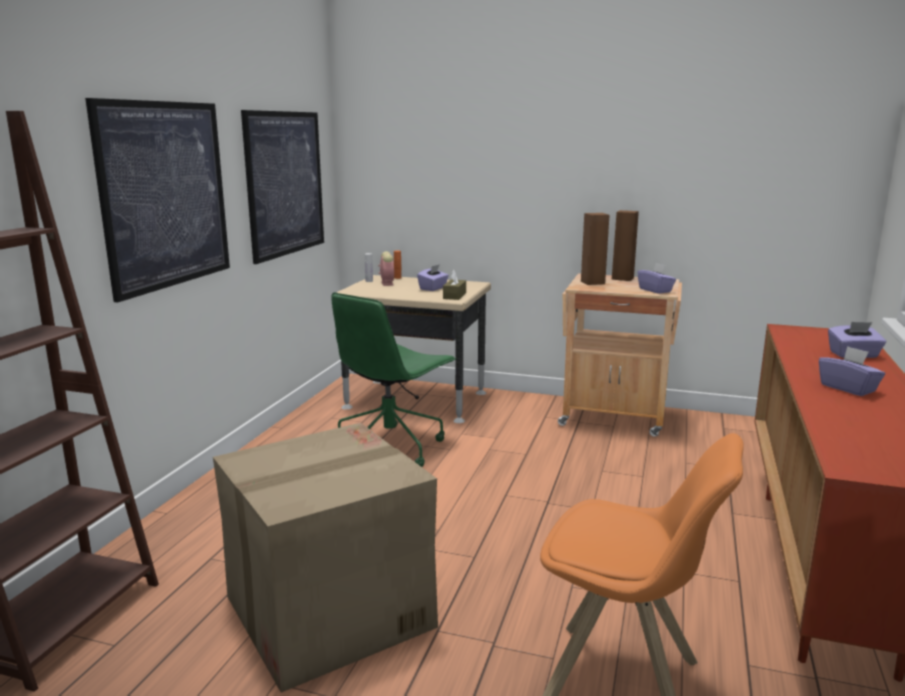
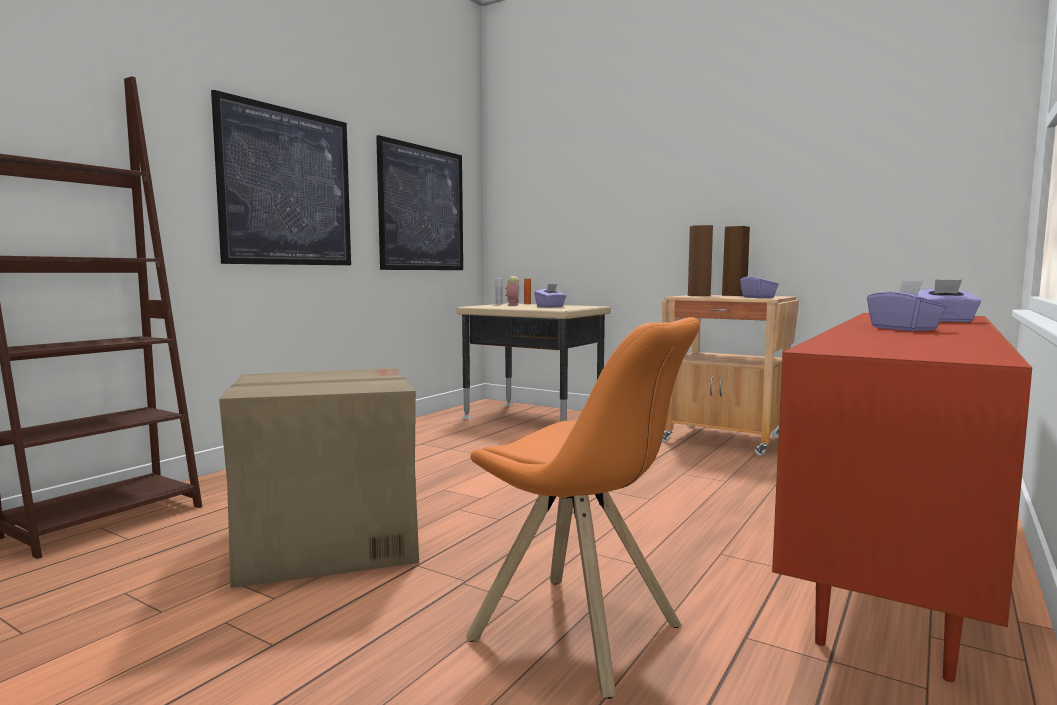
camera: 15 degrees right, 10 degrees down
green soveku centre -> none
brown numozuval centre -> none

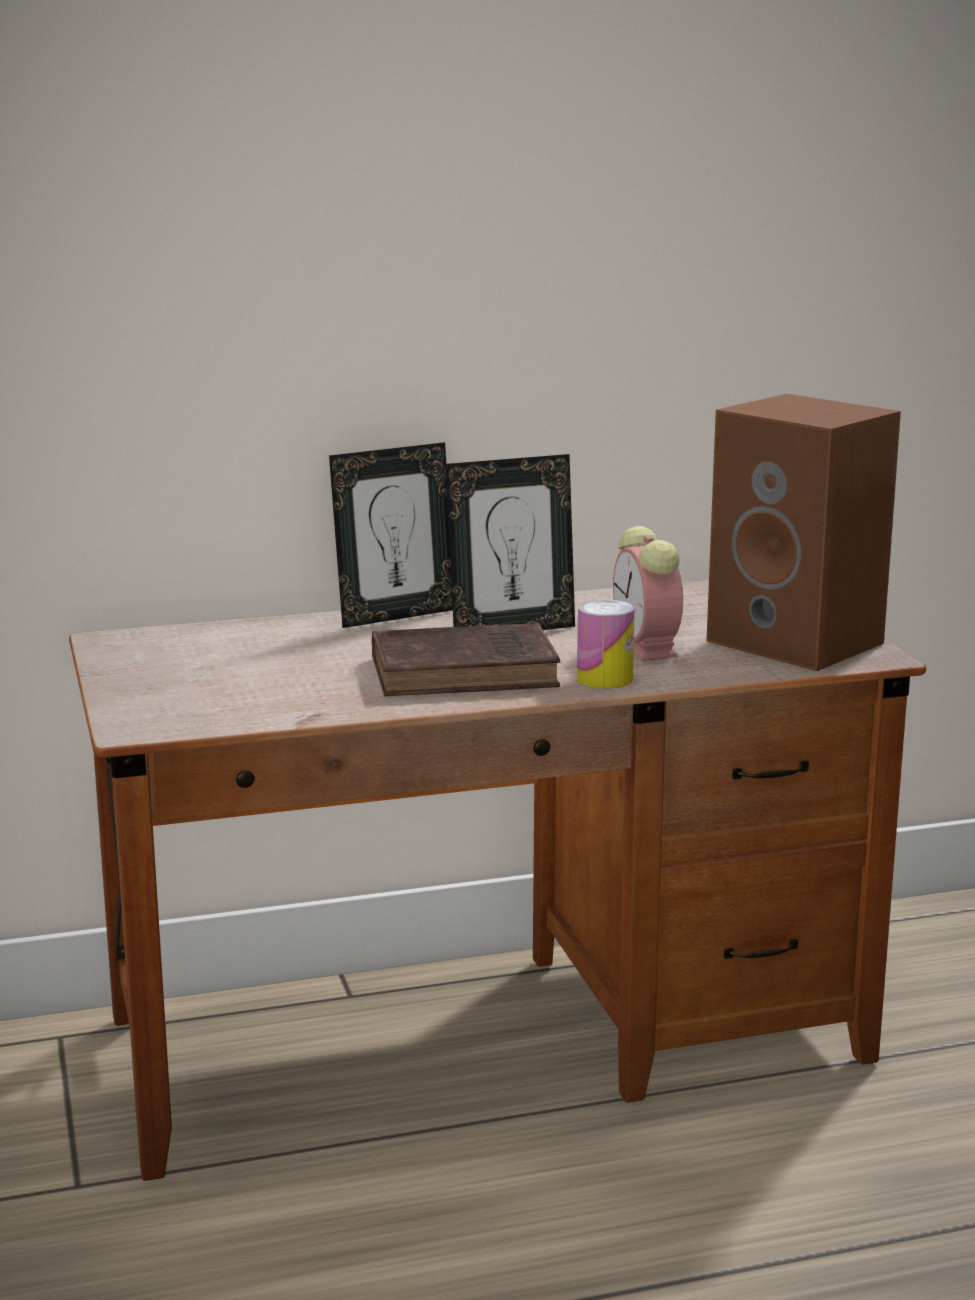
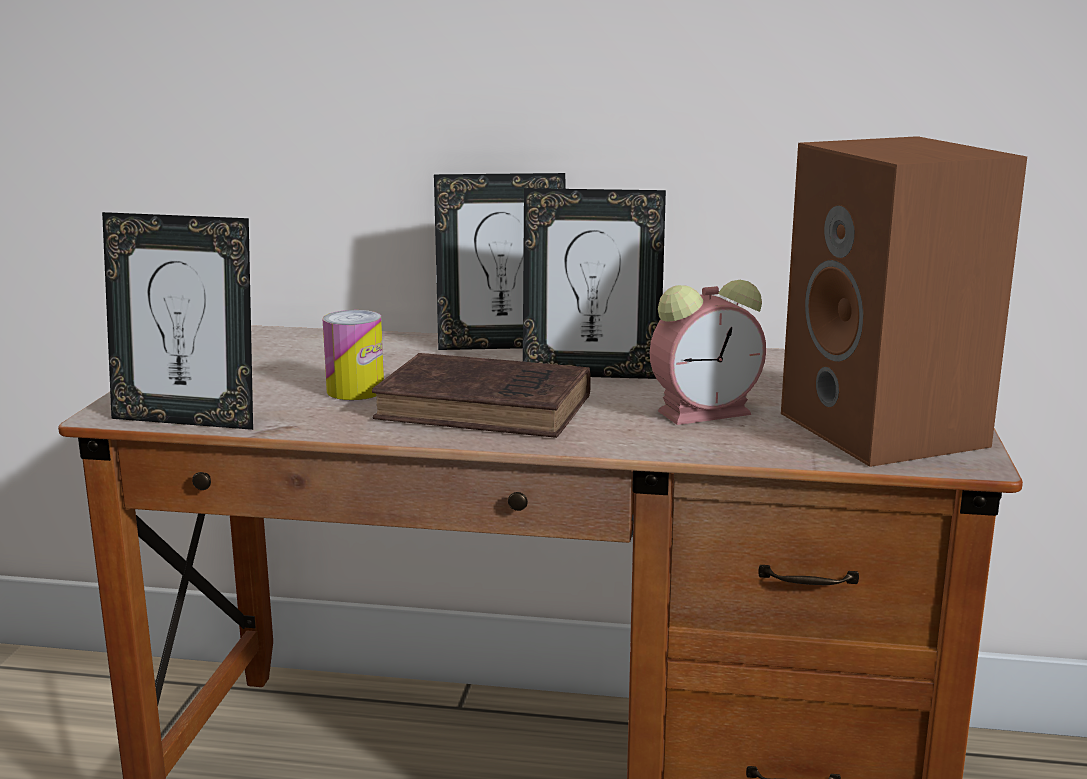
camera: 25 degrees right, 0 degrees up
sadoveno centre -> sadoveno middle left, relocated
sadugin centre, 120 degrees counterclockwise
none -> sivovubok (no. 1 from left) middle left

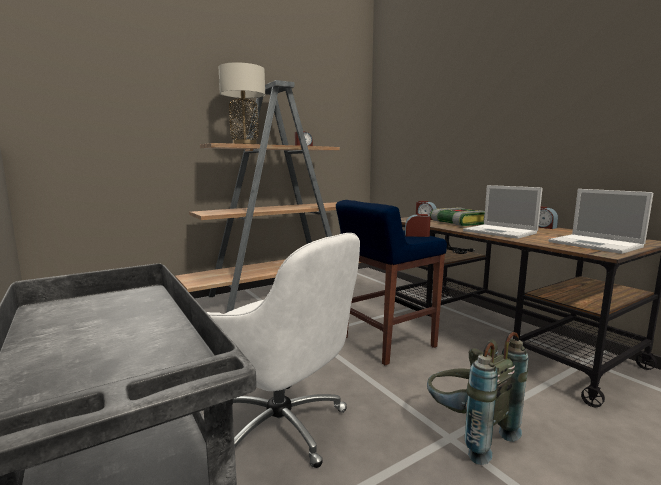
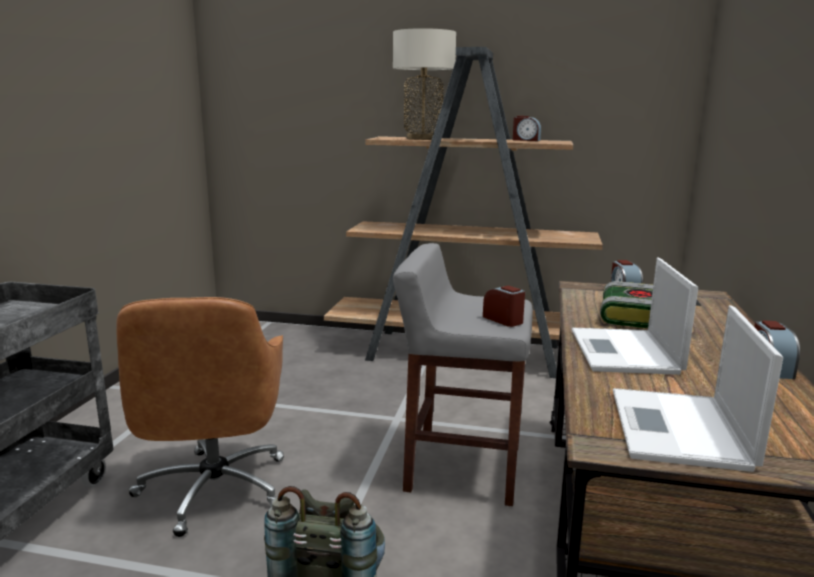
camera: 45 degrees right, 5 degrees up
white soveku bottom centre -> brown soveku bottom left
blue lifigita centre -> grey lifigita centre

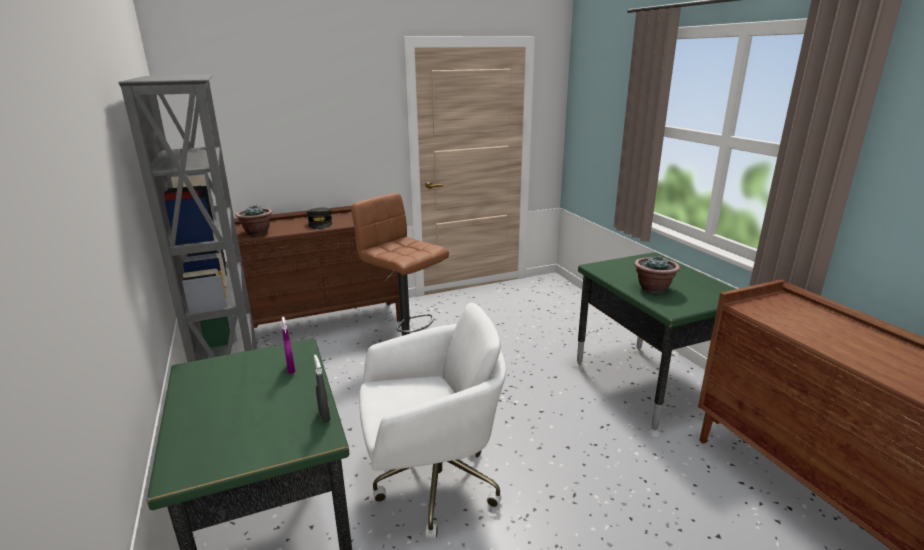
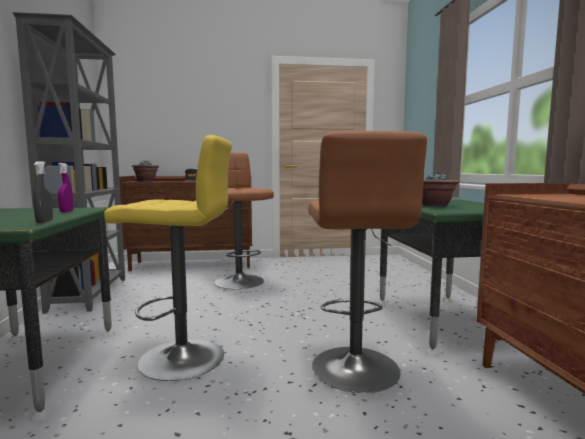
camera: 15 degrees right, 15 degrees down
white soveku bottom centre -> yellow lifigita middle left
none -> brown lifigita (no. 2 from left) centre

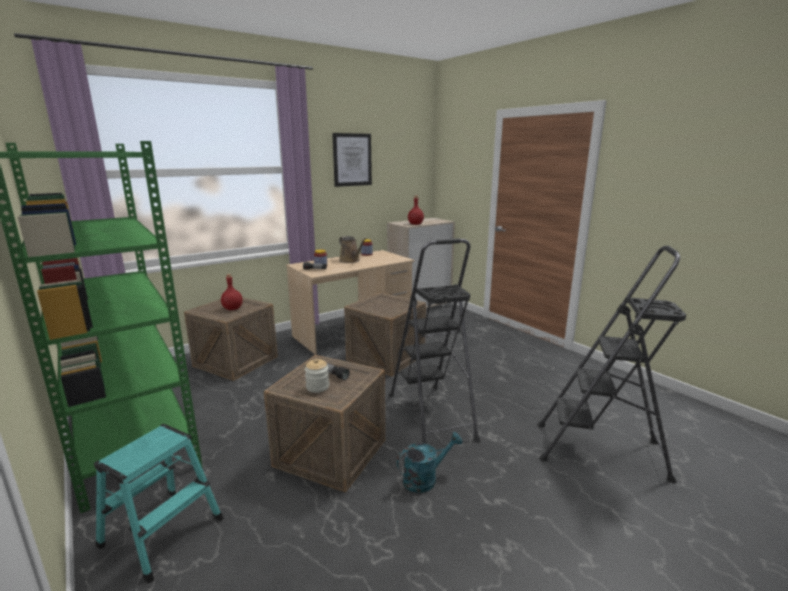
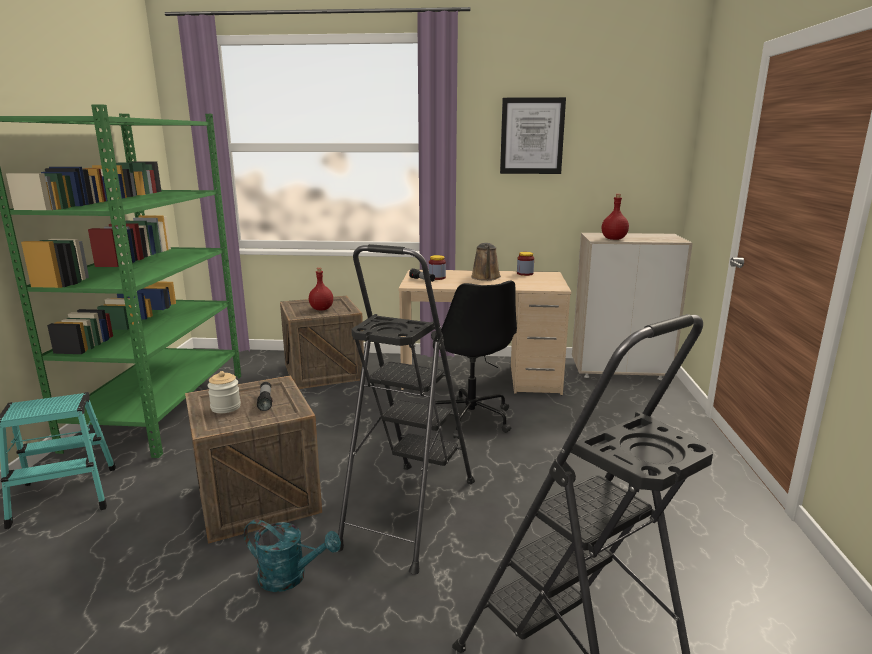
camera: 40 degrees right, 0 degrees up
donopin (no. 3 from left) centre -> black soveku centre

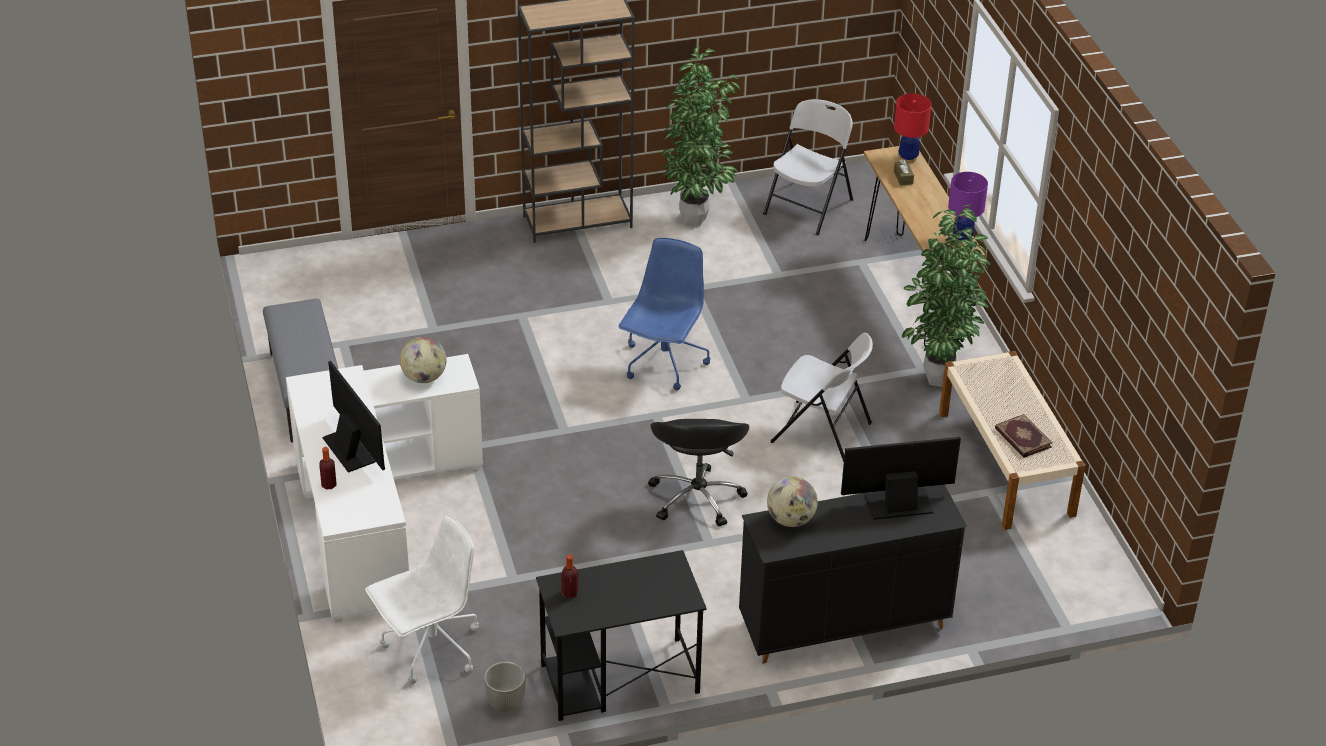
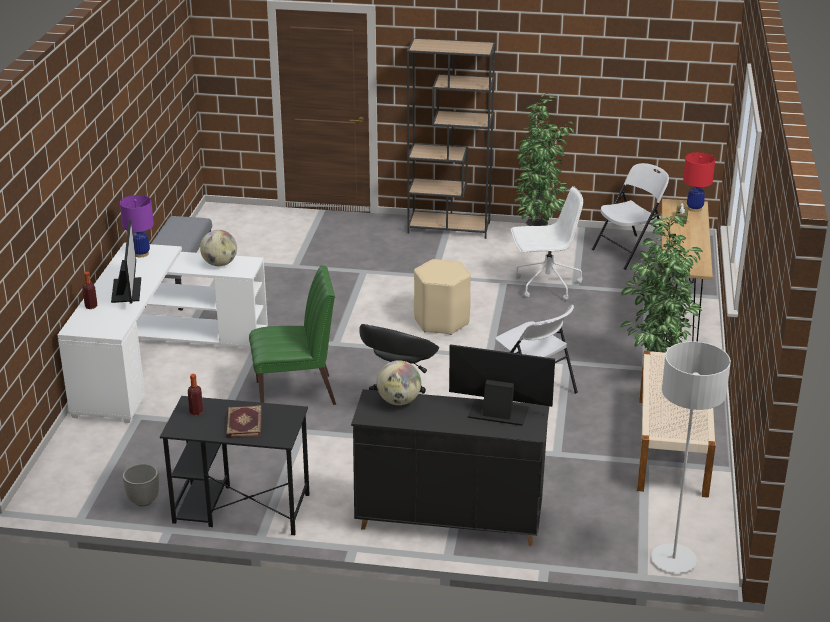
camera: 25 degrees right, 10 degrees down
white soveku bottom left -> white soveku centre, relocated
blue soveku centre -> beige lifigita centre
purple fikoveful top right -> purple fikoveful middle left, relocated
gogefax middle right -> gogefax bottom left, relocated
none -> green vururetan centre
none -> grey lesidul bottom right

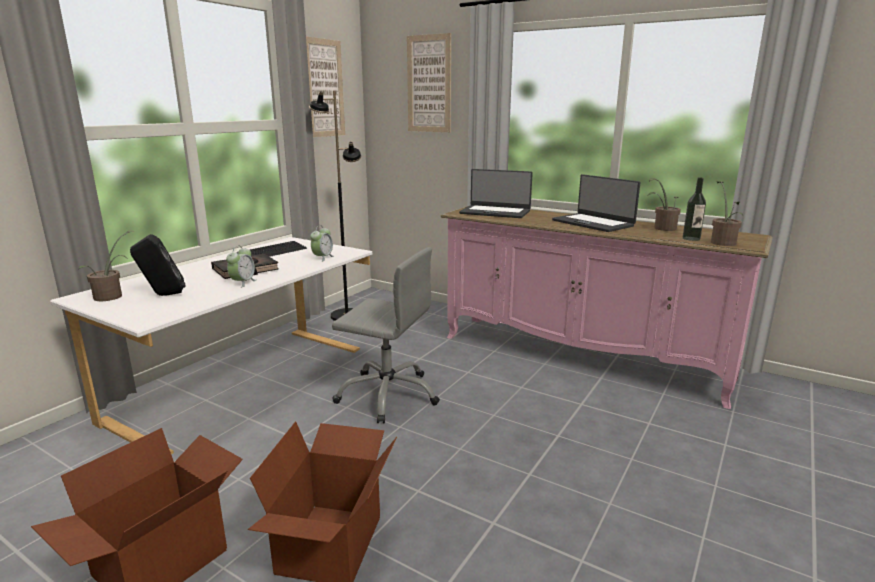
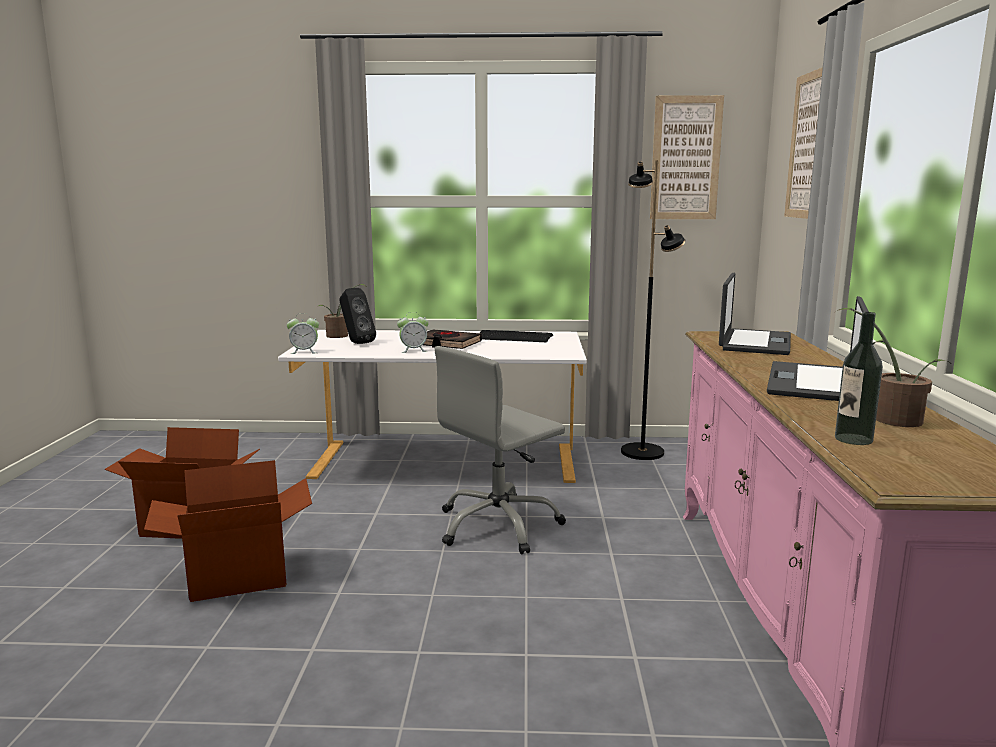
camera: 60 degrees right, 5 degrees down
sadugin (no. 2 from left in the first image) centre -> sadugin (no. 1 from left) middle left, relocated
grey soveku centre, 60 degrees clockwise
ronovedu (no. 1 from left) top centre -> ronovedu (no. 1 from left) middle right, 150 degrees counterclockwise
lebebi (no. 3 from left) middle right -> none

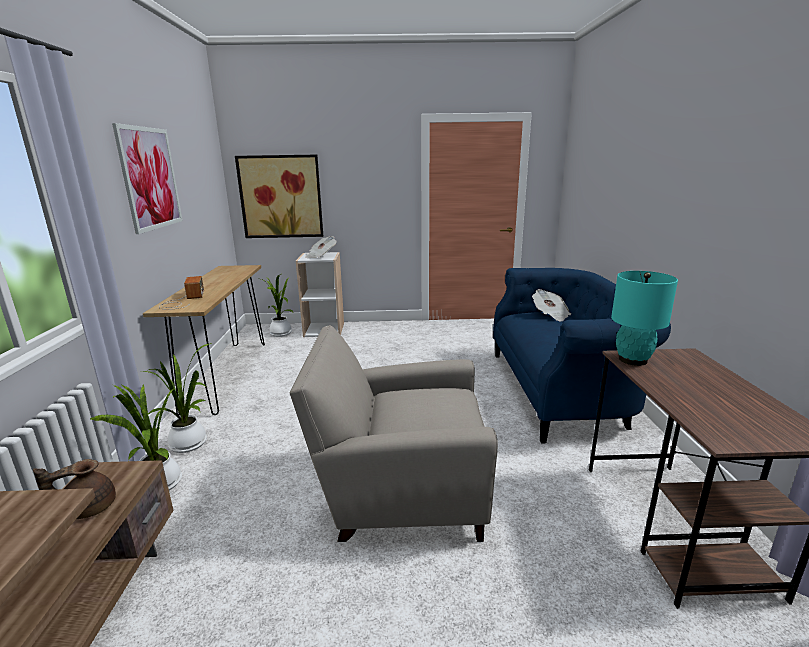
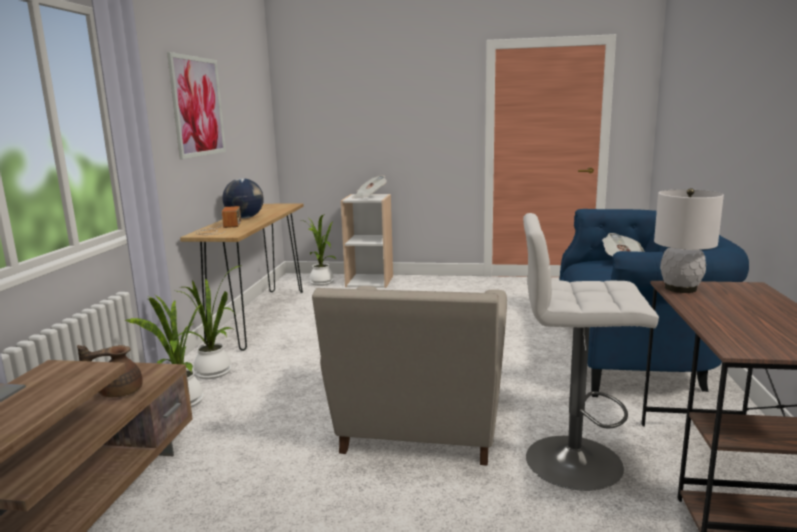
camera: 10 degrees right, 5 degrees down
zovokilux (no. 2 from left) top centre -> none
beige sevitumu bottom centre, 90 degrees counterclockwise
turquoise fikoveful middle right -> white fikoveful middle right
none -> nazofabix middle left
none -> white lifigita middle right

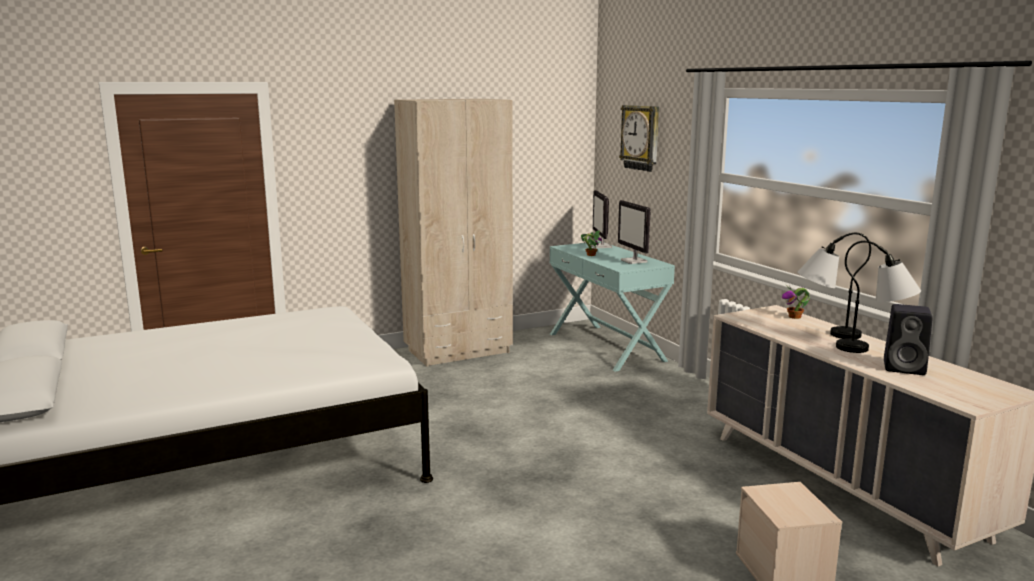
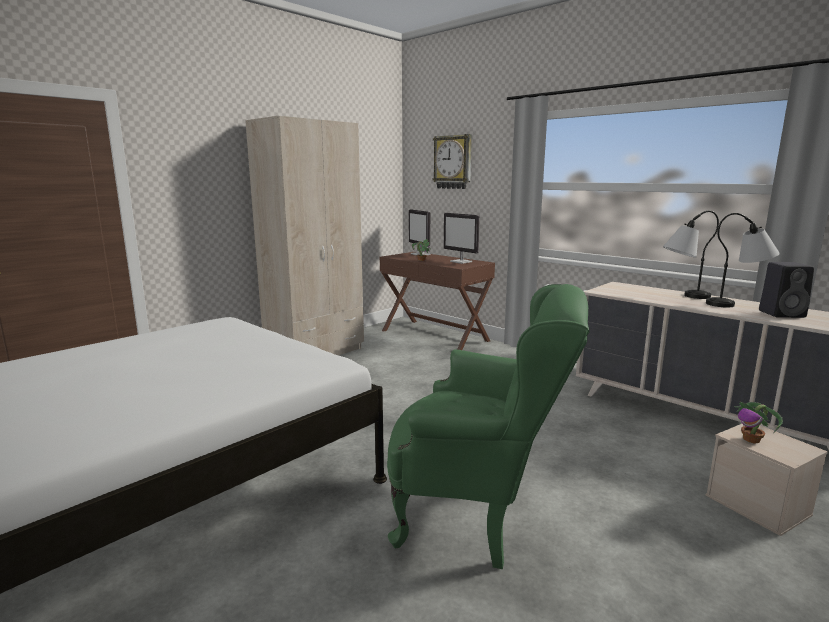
camera: 20 degrees left, 0 degrees up
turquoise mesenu centre -> brown mesenu centre
lebebi (no. 2 from left) middle right -> lebebi (no. 2 from left) bottom right, relocated
none -> green sevitumu bottom centre

